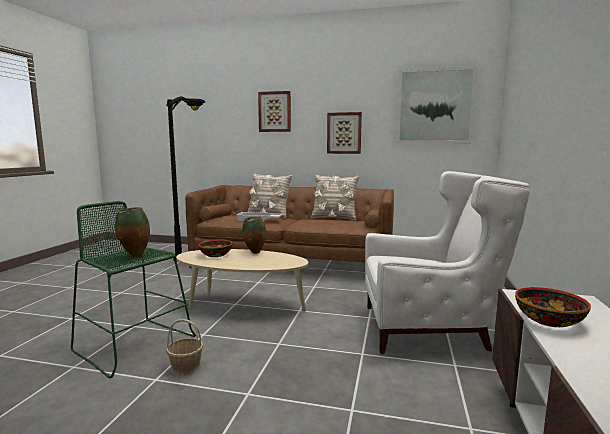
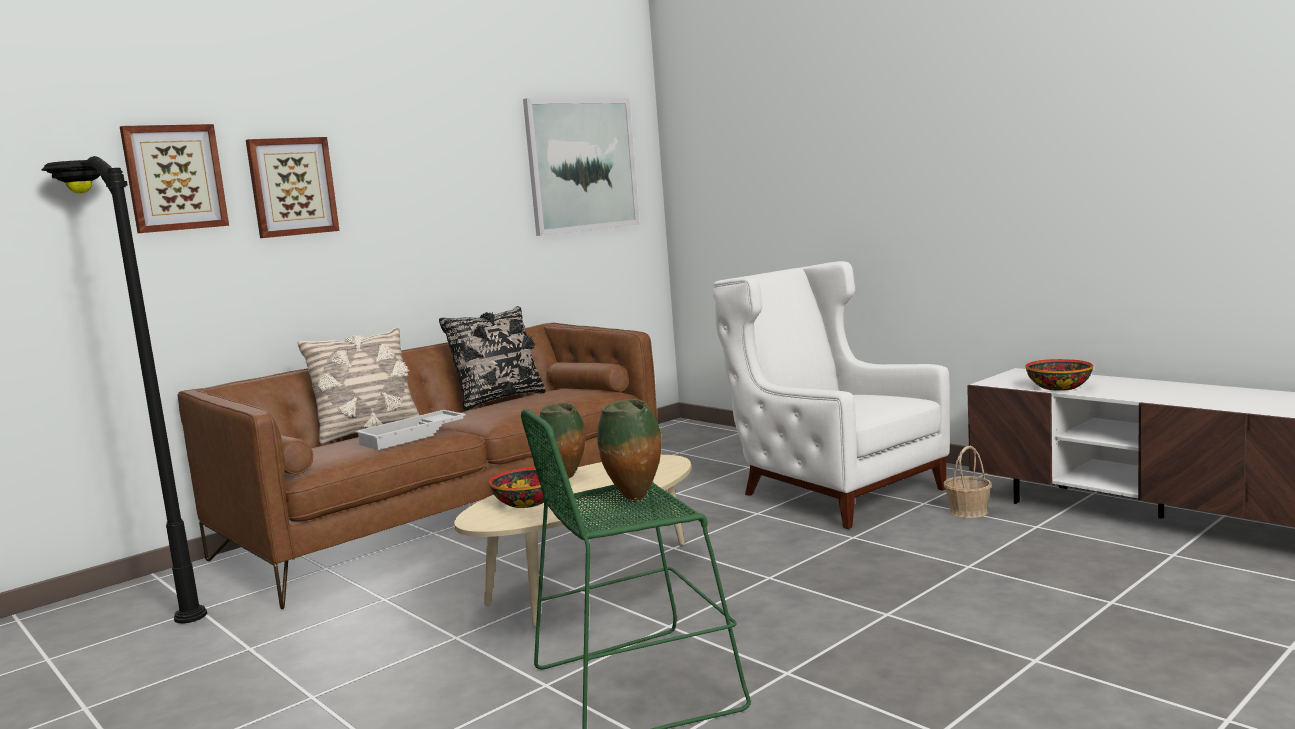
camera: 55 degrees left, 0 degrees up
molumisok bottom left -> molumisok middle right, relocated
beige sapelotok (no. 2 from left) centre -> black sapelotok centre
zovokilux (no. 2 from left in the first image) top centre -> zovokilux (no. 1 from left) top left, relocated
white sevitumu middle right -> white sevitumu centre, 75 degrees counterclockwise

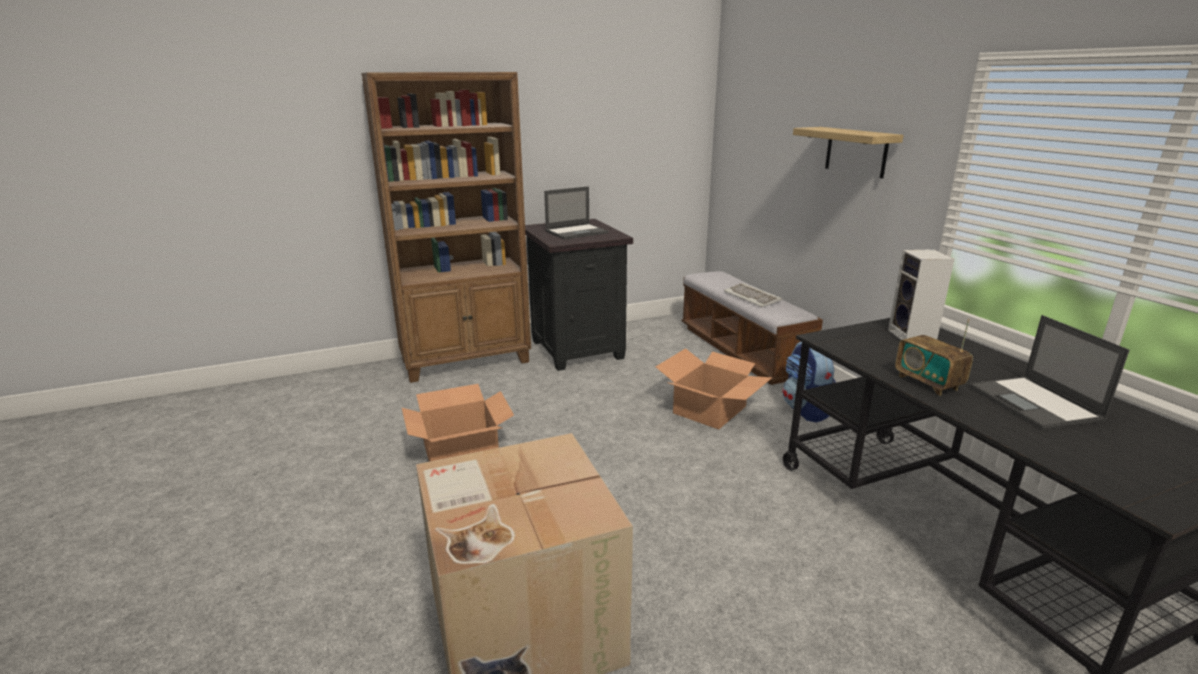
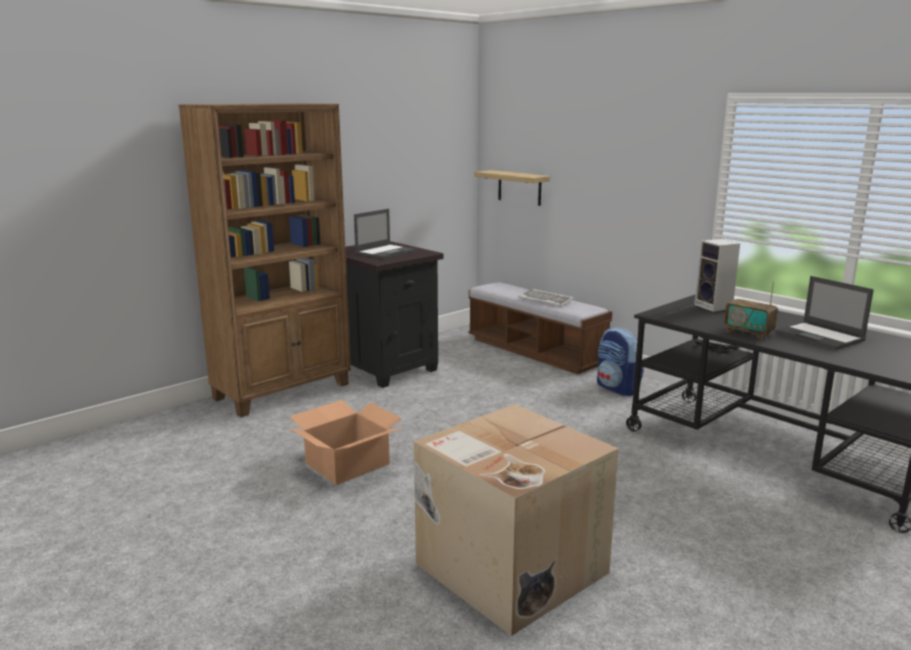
camera: 20 degrees left, 5 degrees down
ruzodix (no. 3 from left) centre -> none
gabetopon top right -> gabetopon top centre, relocated

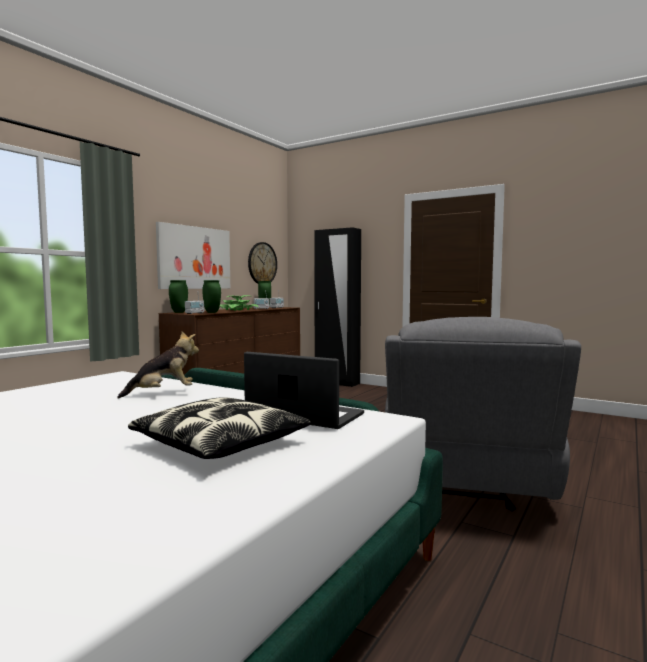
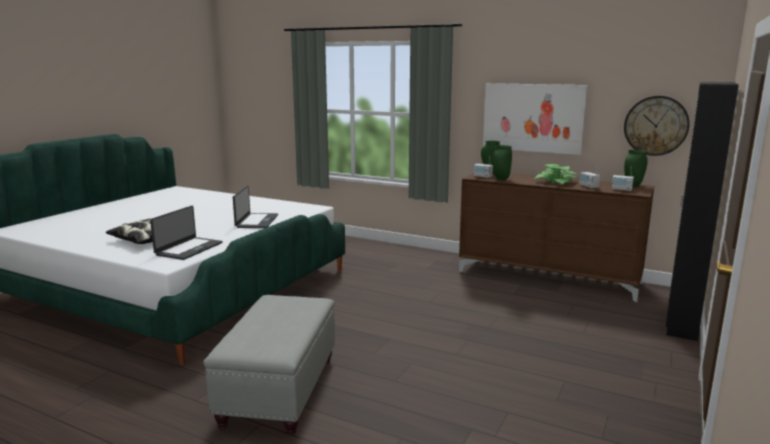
camera: 85 degrees right, 10 degrees up
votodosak middle left -> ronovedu (no. 2 from left) middle left
grey sevitumu middle right -> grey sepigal bottom centre

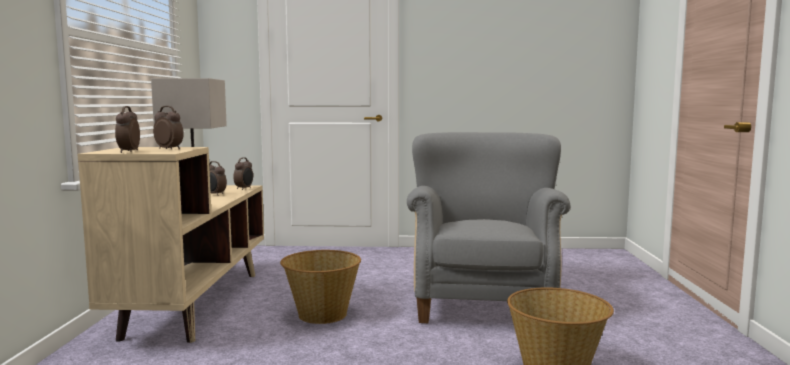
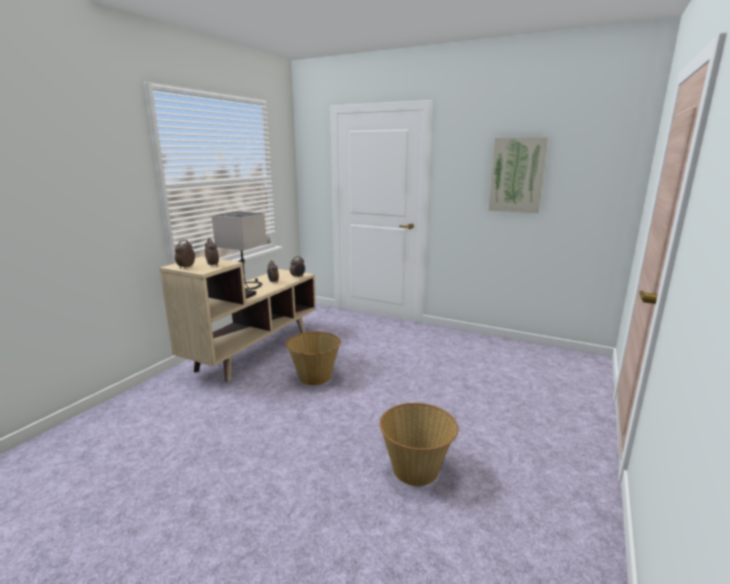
camera: 25 degrees right, 10 degrees up
grey sevitumu centre -> none
none -> zovokilux top right

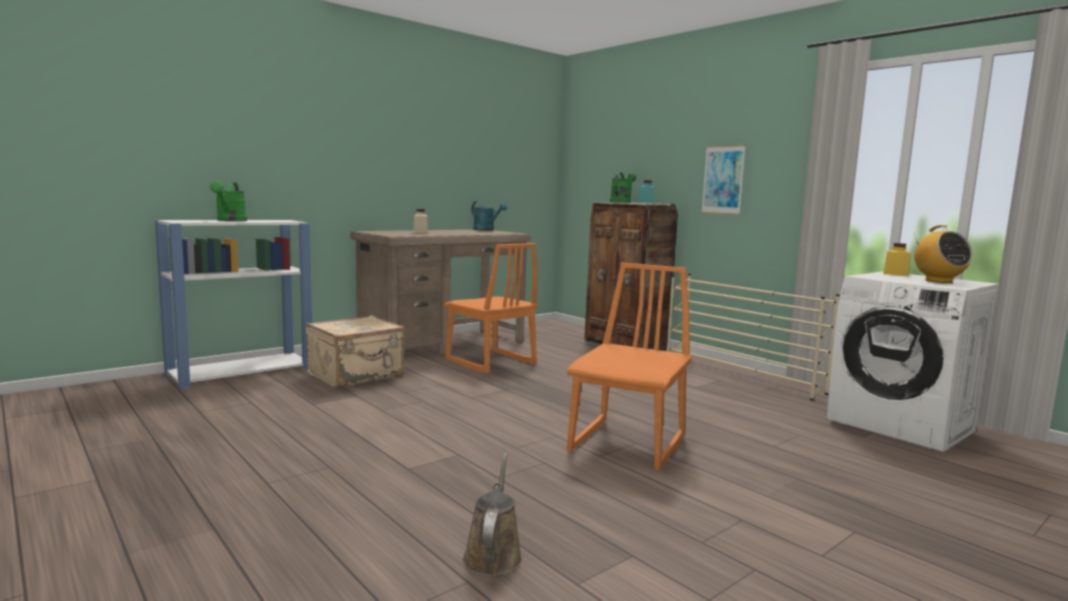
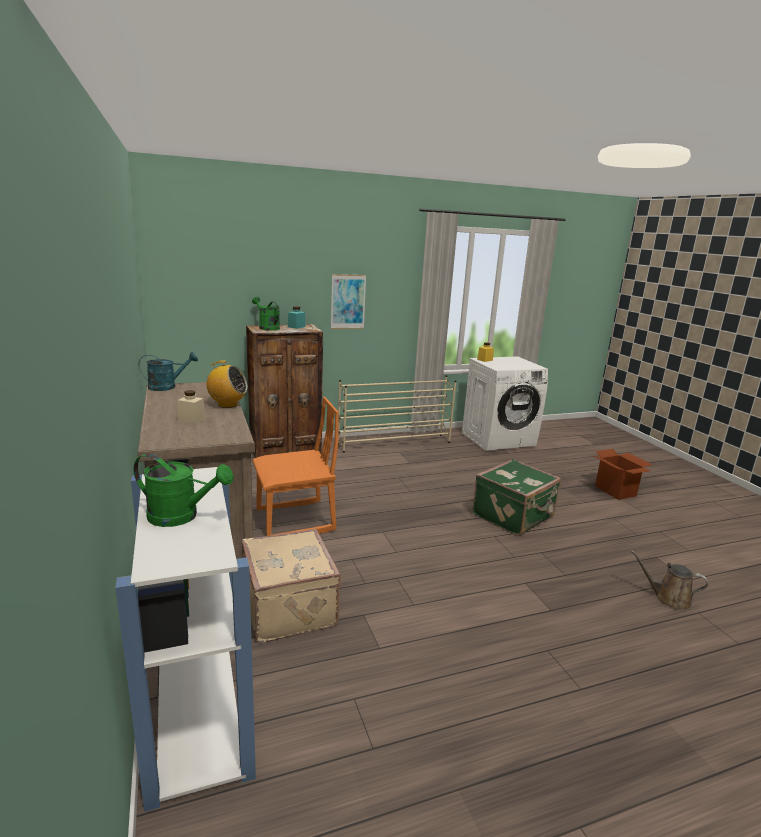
camera: 70 degrees left, 10 degrees up
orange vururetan (no. 2 from left) centre -> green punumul middle right
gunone middle right -> gunone middle left, relocated
none -> ruzodix middle right

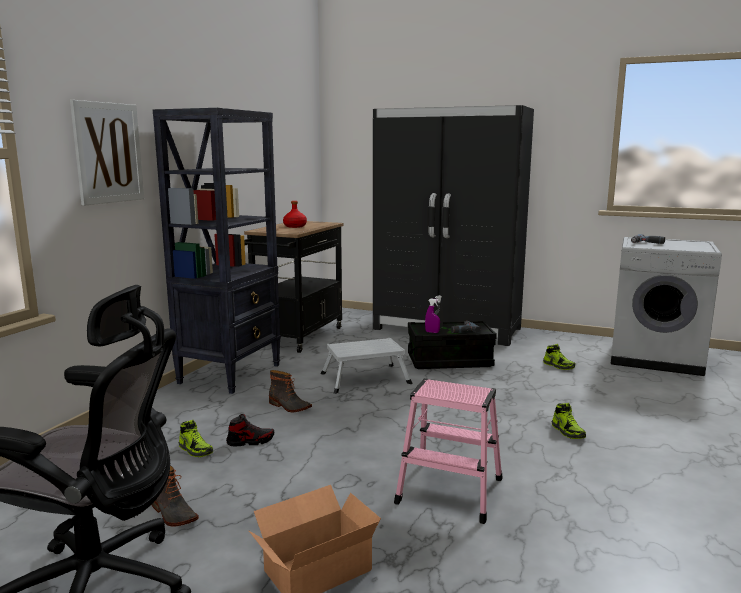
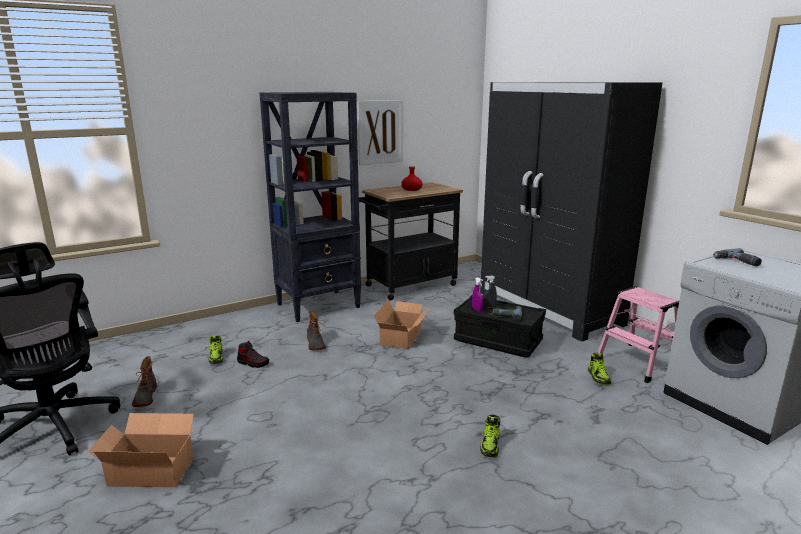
camera: 35 degrees right, 5 degrees up
zovokilux top left -> zovokilux top centre, relocated
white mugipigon centre -> ruzodix (no. 2 from left) centre
pink mugipigon bottom centre -> pink mugipigon middle right, relocated

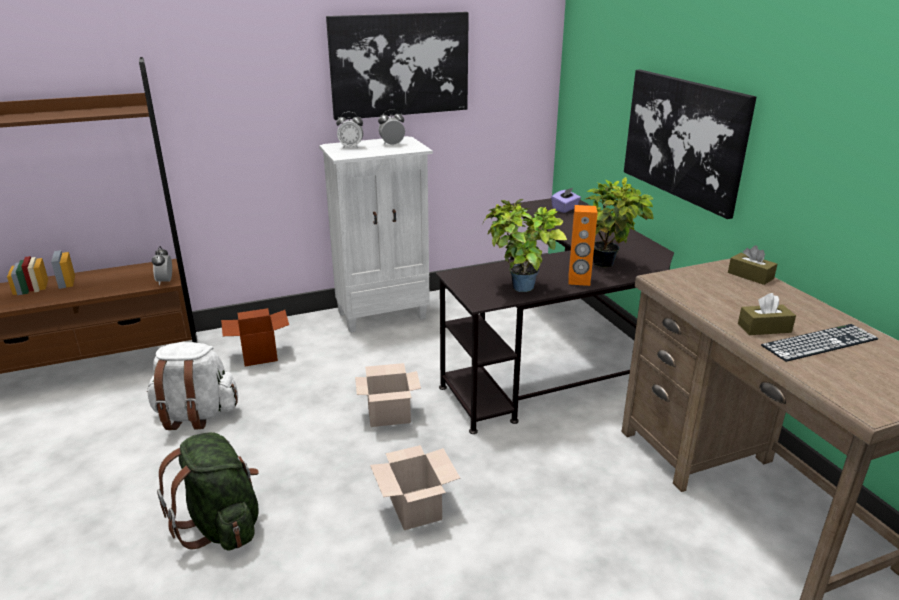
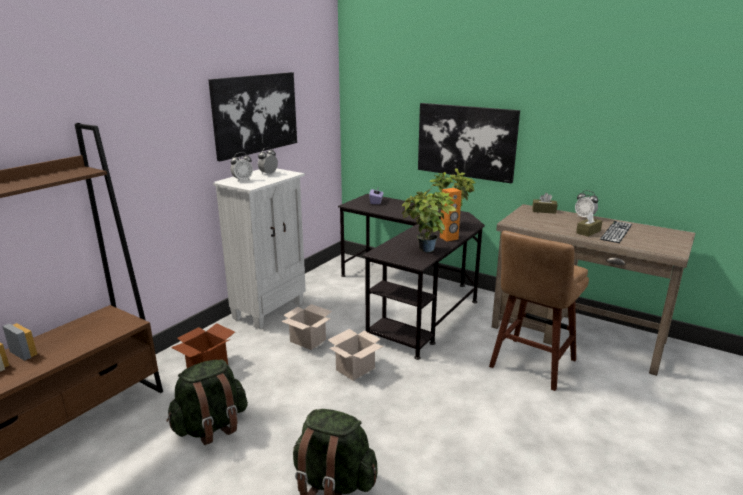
camera: 35 degrees left, 5 degrees down
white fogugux middle left -> green fogugux (no. 1 from left) bottom left
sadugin (no. 1 from left in the first image) middle left -> sadugin (no. 3 from left) middle right, relocated
ruzodix (no. 3 from left in the first image) bottom centre -> ruzodix (no. 2 from left) centre, relocated
none -> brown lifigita middle right

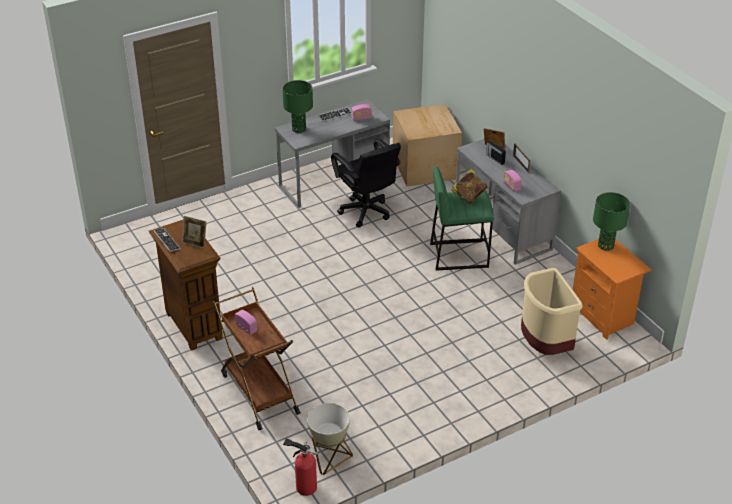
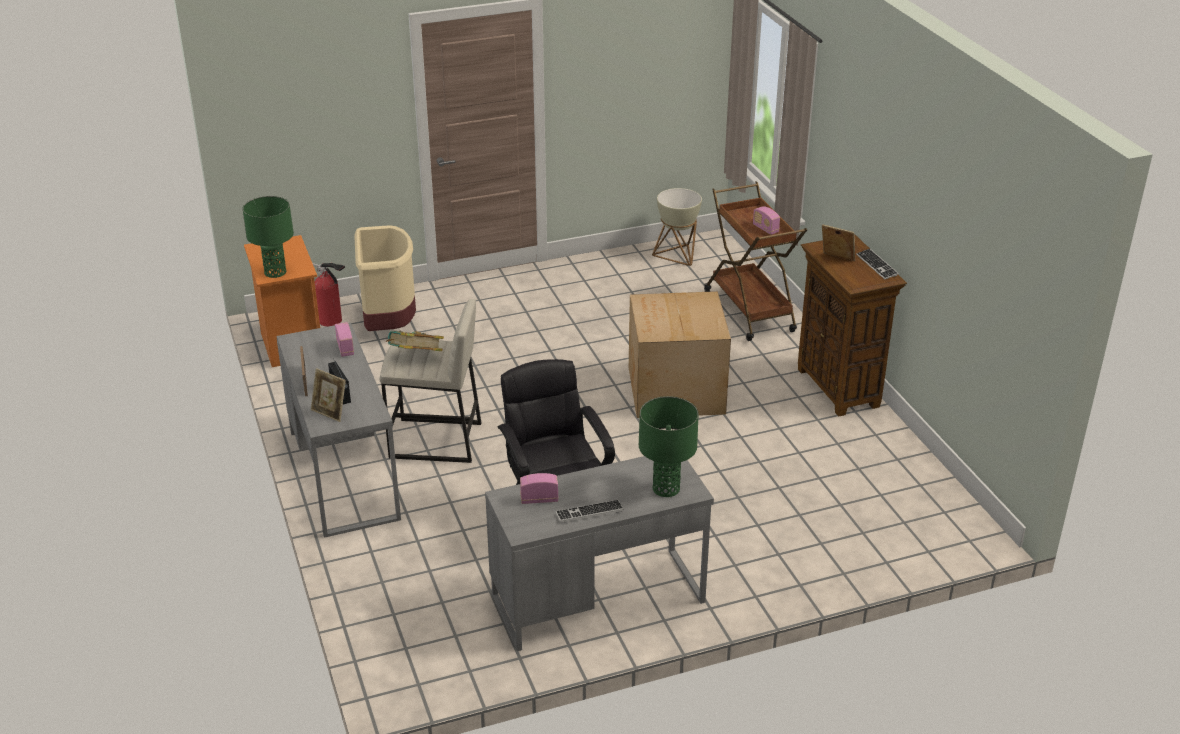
camera: 170 degrees left, 5 degrees down
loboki bottom centre -> loboki middle left, relocated
ruzodix top centre -> ruzodix centre, relocated
green lifigita centre -> beige lifigita centre

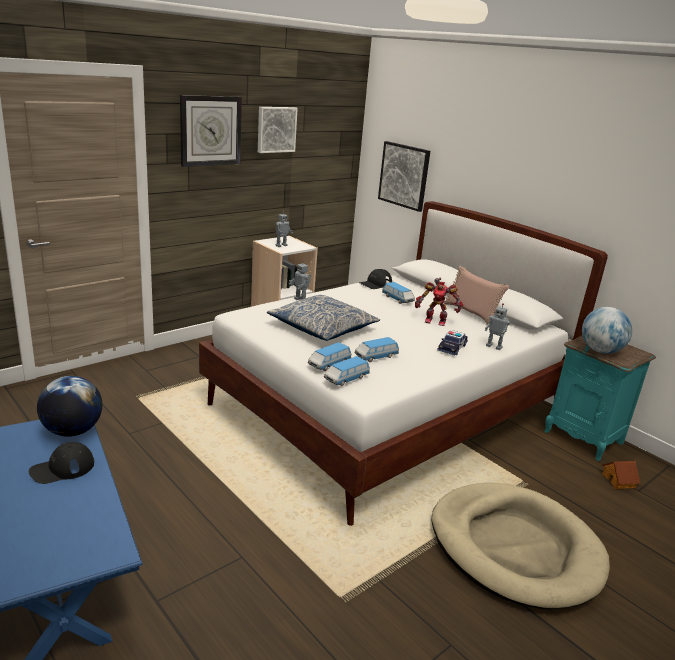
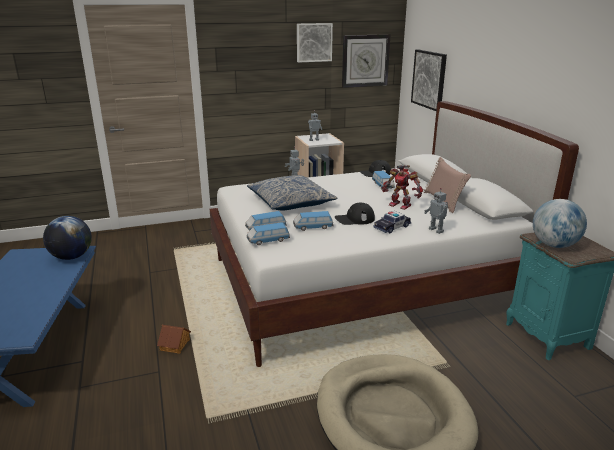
camera: 25 degrees right, 0 degrees up
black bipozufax (no. 1 from left) bottom left -> black bipozufax (no. 1 from left) centre, relocated
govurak top left -> govurak top centre, relocated
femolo bottom right -> femolo bottom left, relocated

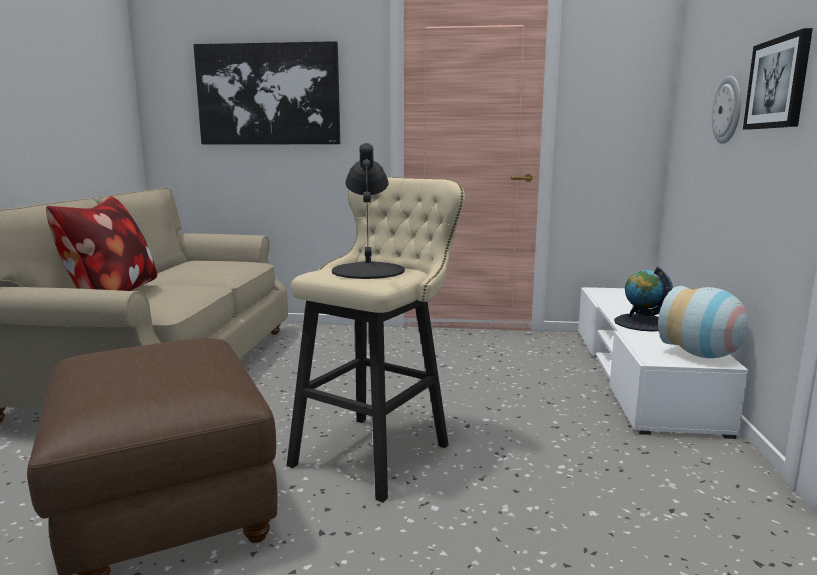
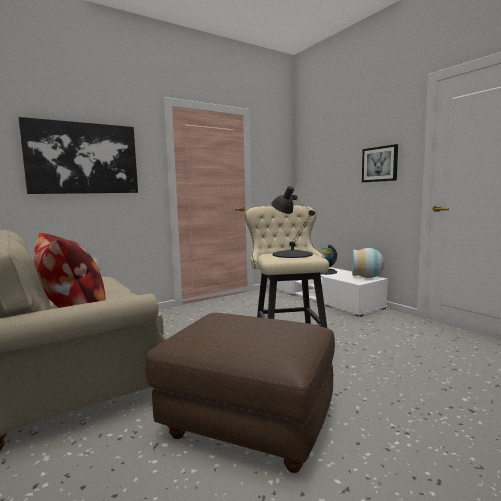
camera: 40 degrees left, 5 degrees down
govurak top right -> none

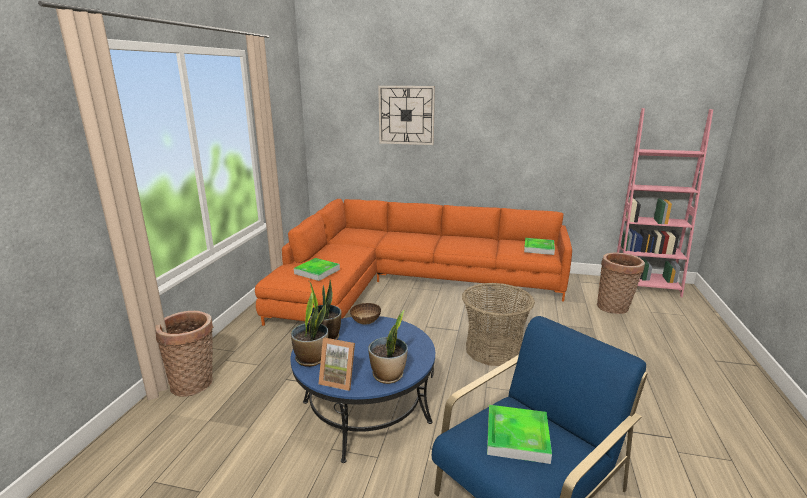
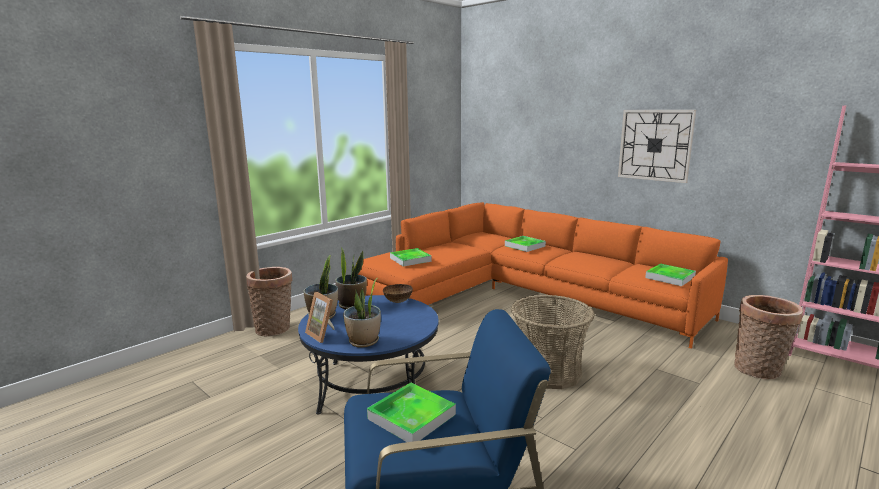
camera: 30 degrees right, 5 degrees down
govurak top centre -> govurak top right, relocated
none -> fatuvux (no. 3 from left) centre

